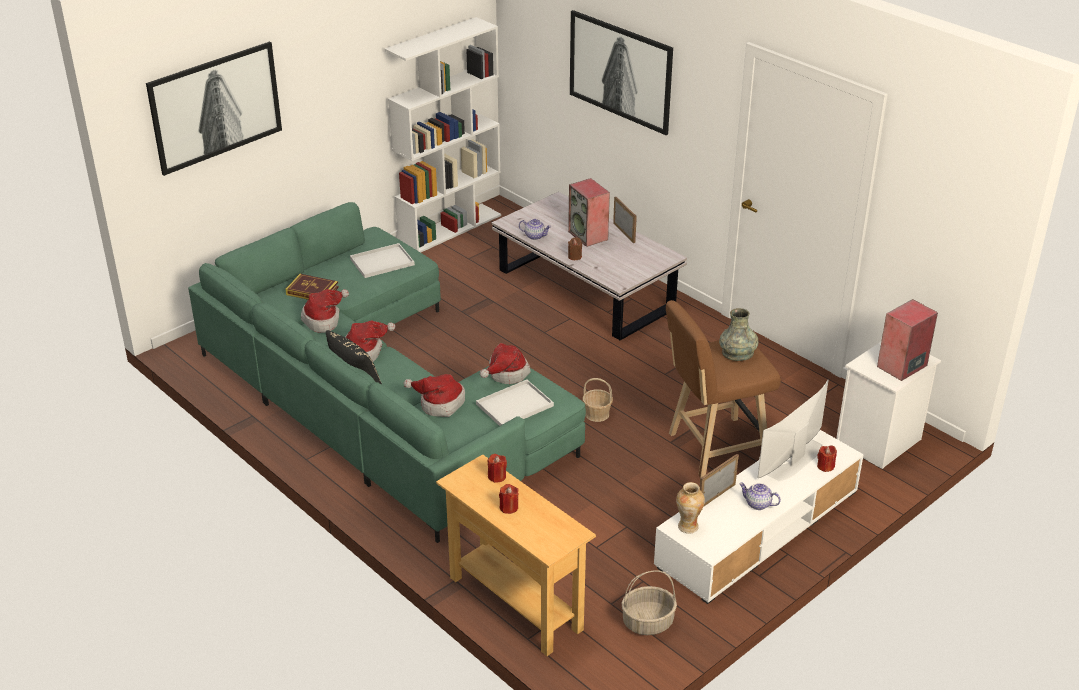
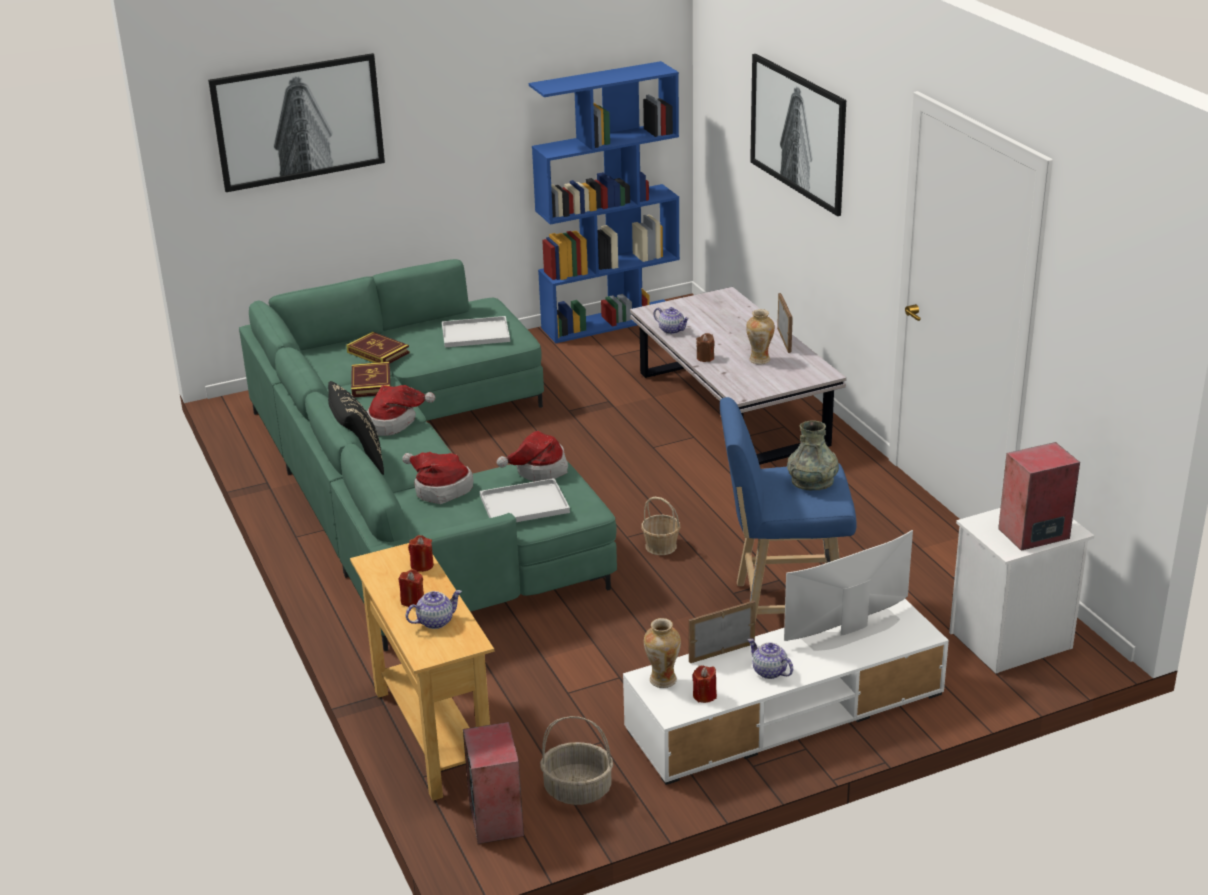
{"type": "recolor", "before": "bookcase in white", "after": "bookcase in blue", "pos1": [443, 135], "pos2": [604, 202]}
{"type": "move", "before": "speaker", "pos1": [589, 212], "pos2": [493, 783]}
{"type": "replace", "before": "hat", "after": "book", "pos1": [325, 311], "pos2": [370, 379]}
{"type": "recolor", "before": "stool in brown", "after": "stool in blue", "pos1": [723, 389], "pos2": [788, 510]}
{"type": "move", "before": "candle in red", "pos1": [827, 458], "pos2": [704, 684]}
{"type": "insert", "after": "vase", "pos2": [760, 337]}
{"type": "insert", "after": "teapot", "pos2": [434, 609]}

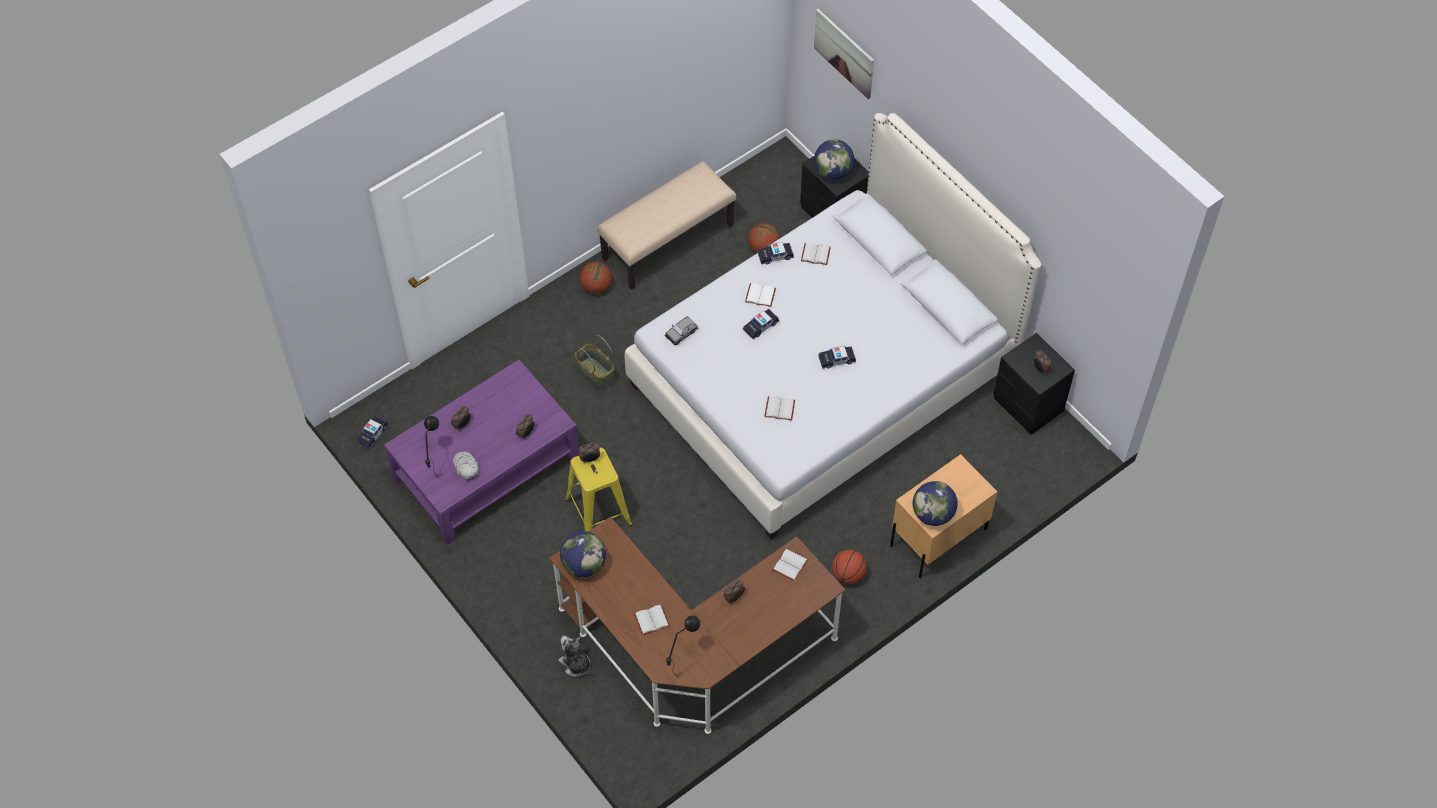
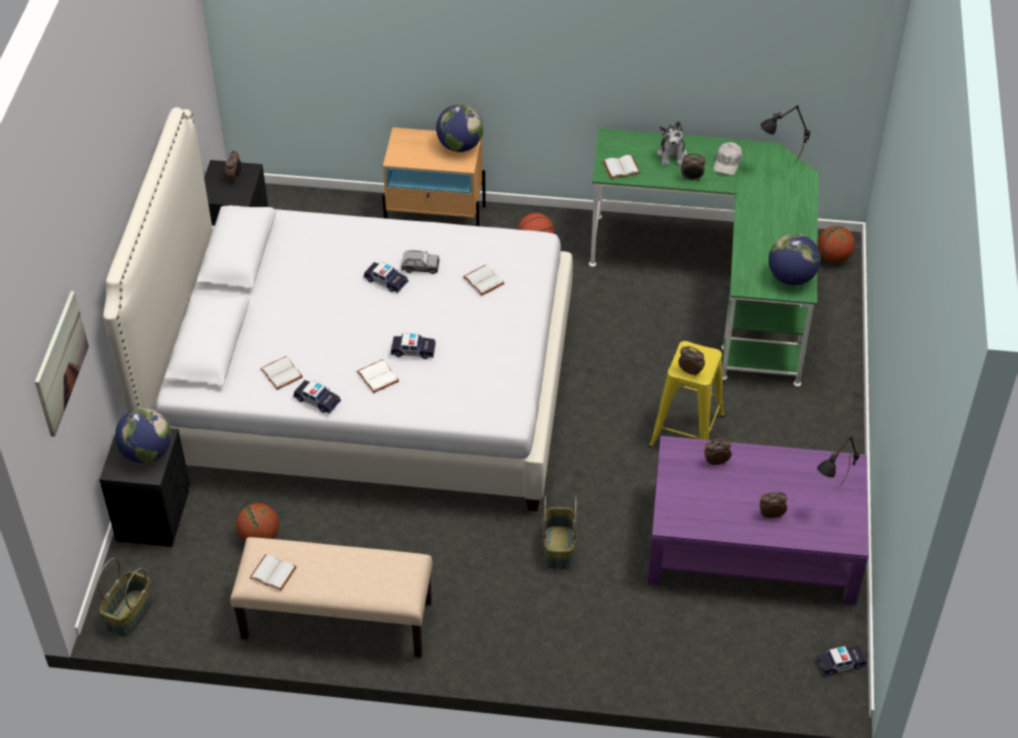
{"type": "move", "before": "basketball", "pos1": [596, 278], "pos2": [836, 244]}
{"type": "move", "before": "toy car in grey", "pos1": [681, 330], "pos2": [420, 262]}
{"type": "move", "before": "cap in white", "pos1": [466, 466], "pos2": [727, 158]}
{"type": "recolor", "before": "desk in brown", "after": "desk in green", "pos1": [697, 625], "pos2": [703, 258]}
{"type": "move", "before": "book in white", "pos1": [652, 620], "pos2": [273, 572]}
{"type": "move", "before": "plush toy", "pos1": [575, 656], "pos2": [672, 143]}
{"type": "insert", "after": "basket", "pos2": [125, 597]}

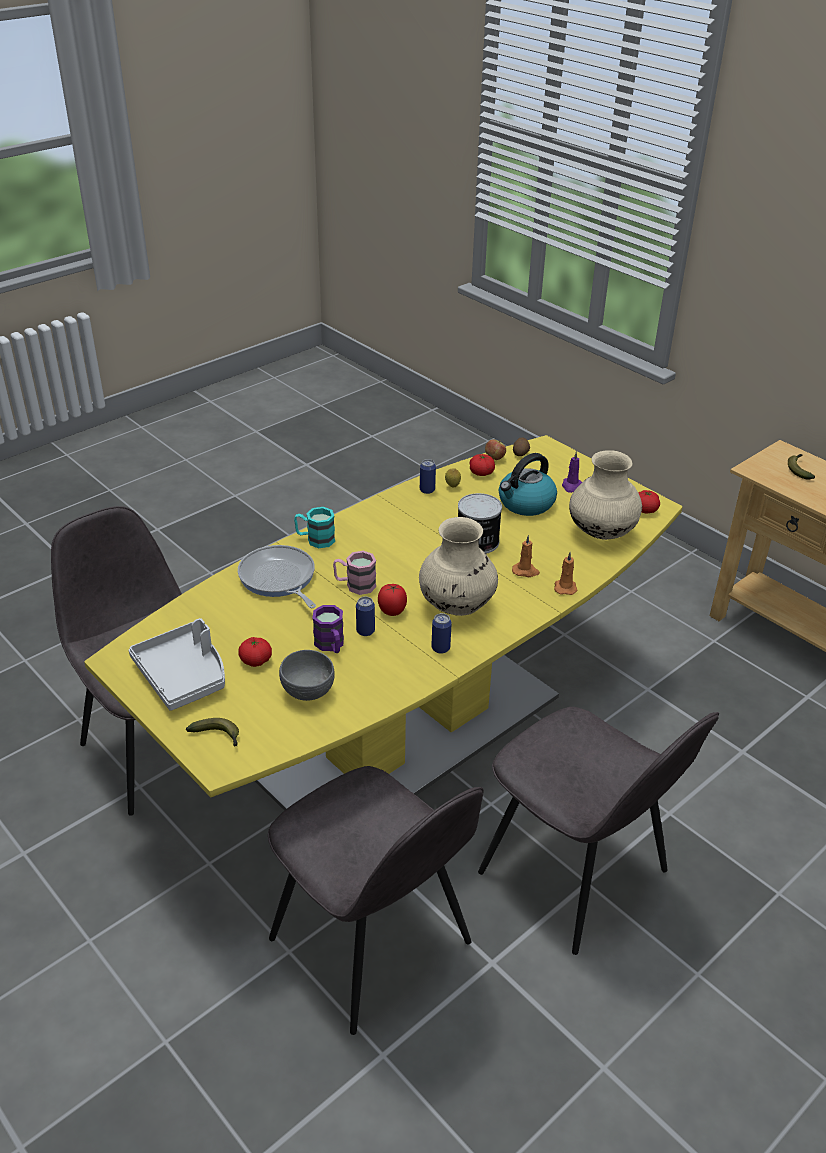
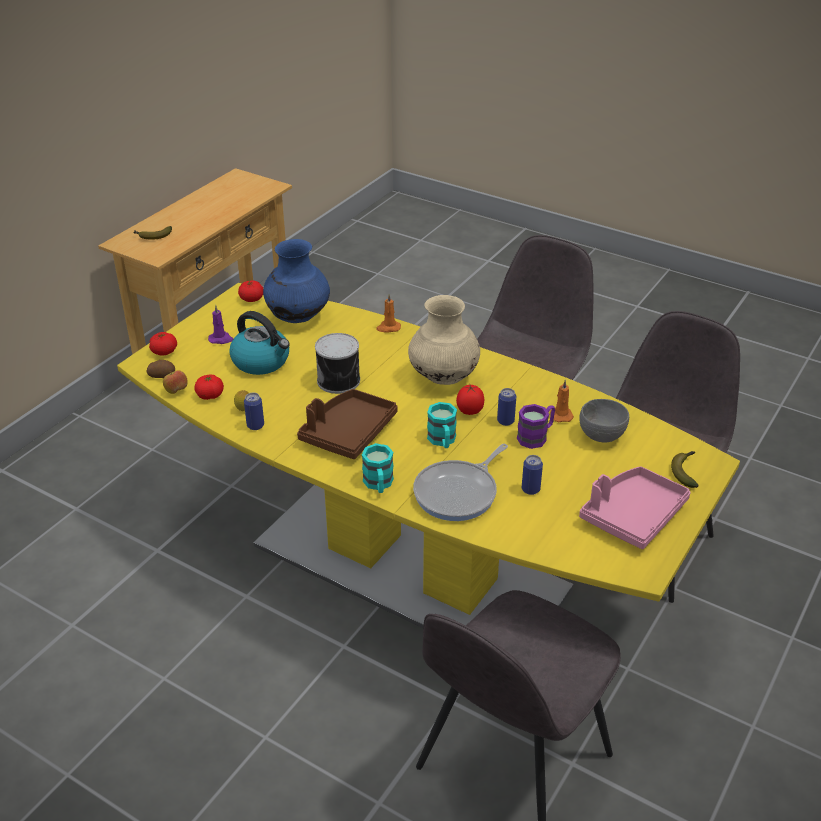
{"type": "recolor", "before": "vase in beige", "after": "vase in blue", "pos1": [605, 495], "pos2": [296, 281]}
{"type": "move", "before": "candle in orange", "pos1": [526, 556], "pos2": [562, 401]}
{"type": "recolor", "before": "mug in pink", "after": "mug in turquoise", "pos1": [354, 573], "pos2": [442, 425]}
{"type": "move", "before": "can", "pos1": [441, 633], "pos2": [532, 475]}
{"type": "recolor", "before": "tray in grey", "after": "tray in pink", "pos1": [177, 664], "pos2": [635, 507]}
{"type": "move", "before": "tomato", "pos1": [255, 652], "pos2": [163, 343]}
{"type": "insert", "after": "tray in brown", "pos2": [347, 424]}

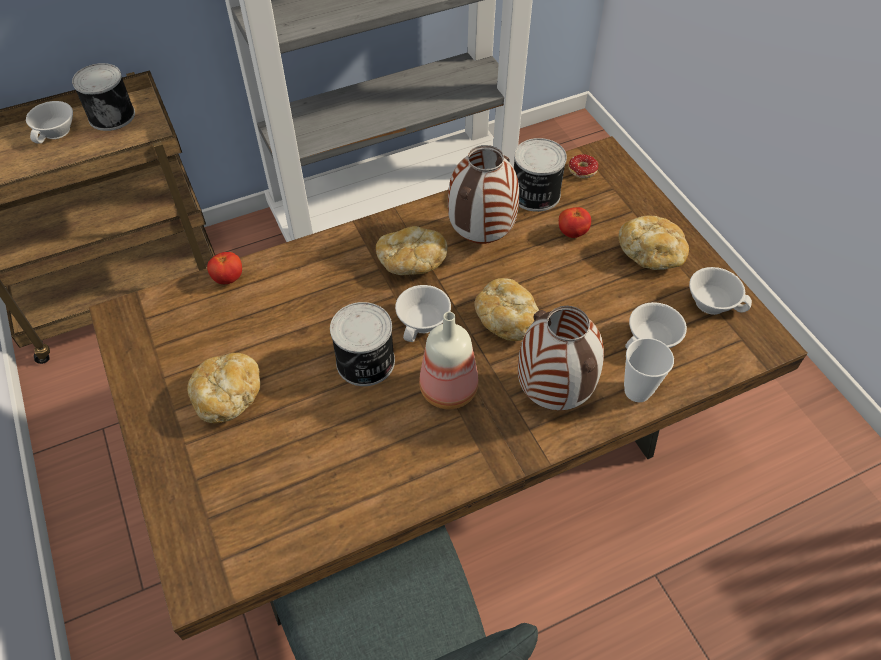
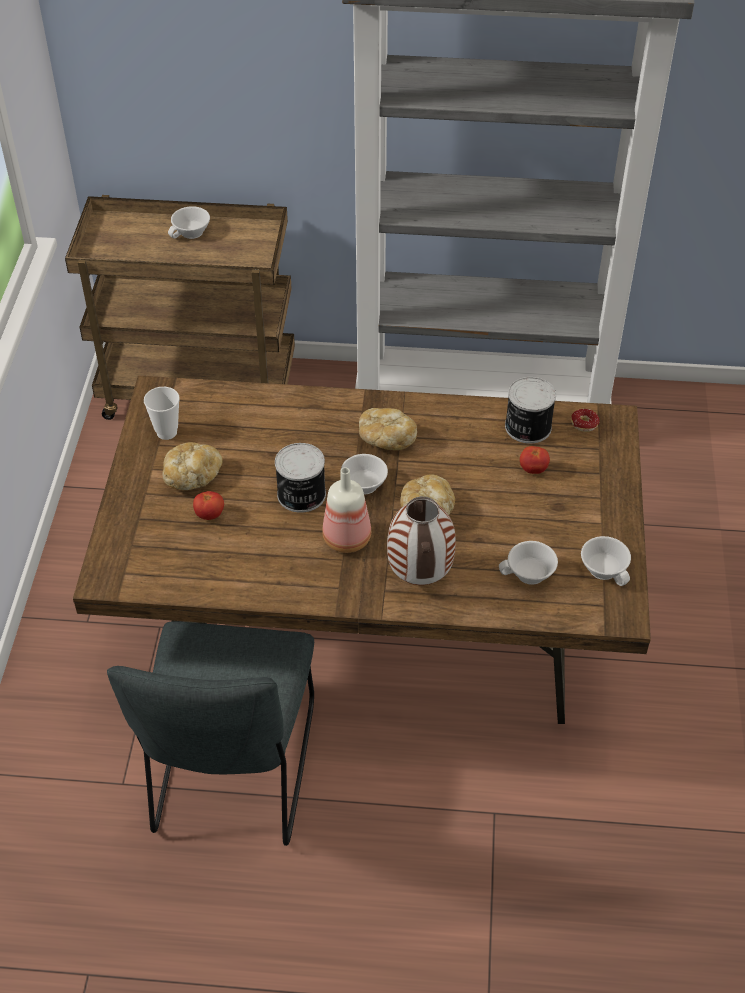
{"type": "delete", "before": "can", "pos1": [103, 97]}
{"type": "delete", "before": "vase", "pos1": [483, 194]}
{"type": "delete", "before": "bread", "pos1": [653, 242]}
{"type": "move", "before": "tomato", "pos1": [224, 268], "pos2": [208, 505]}
{"type": "move", "before": "cup", "pos1": [649, 370], "pos2": [162, 413]}

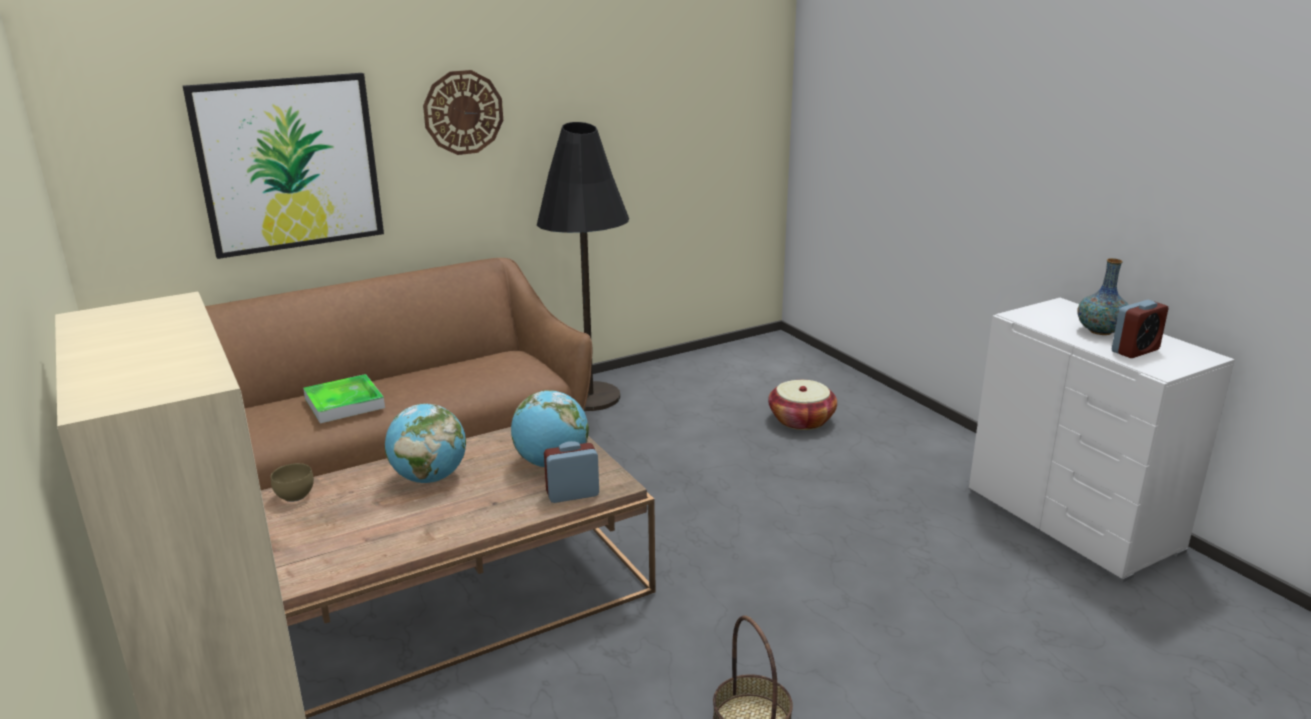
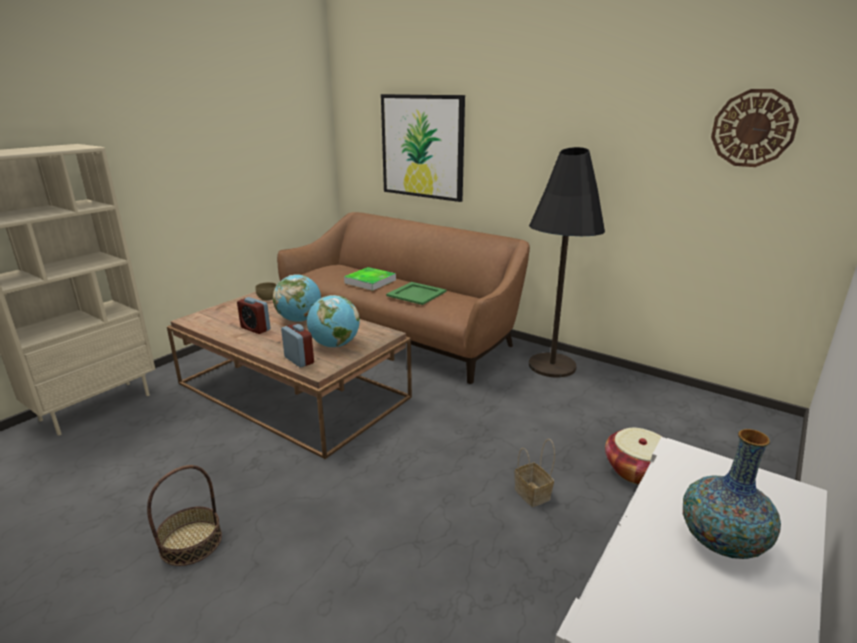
{"type": "move", "before": "wall clock", "pos1": [463, 112], "pos2": [755, 128]}
{"type": "move", "before": "alarm clock", "pos1": [1140, 329], "pos2": [253, 315]}
{"type": "insert", "after": "tray in green", "pos2": [416, 293]}
{"type": "insert", "after": "basket", "pos2": [535, 473]}

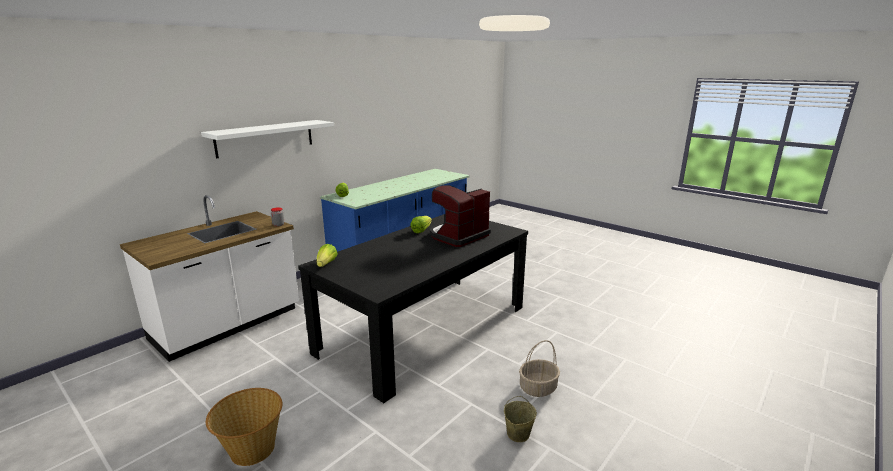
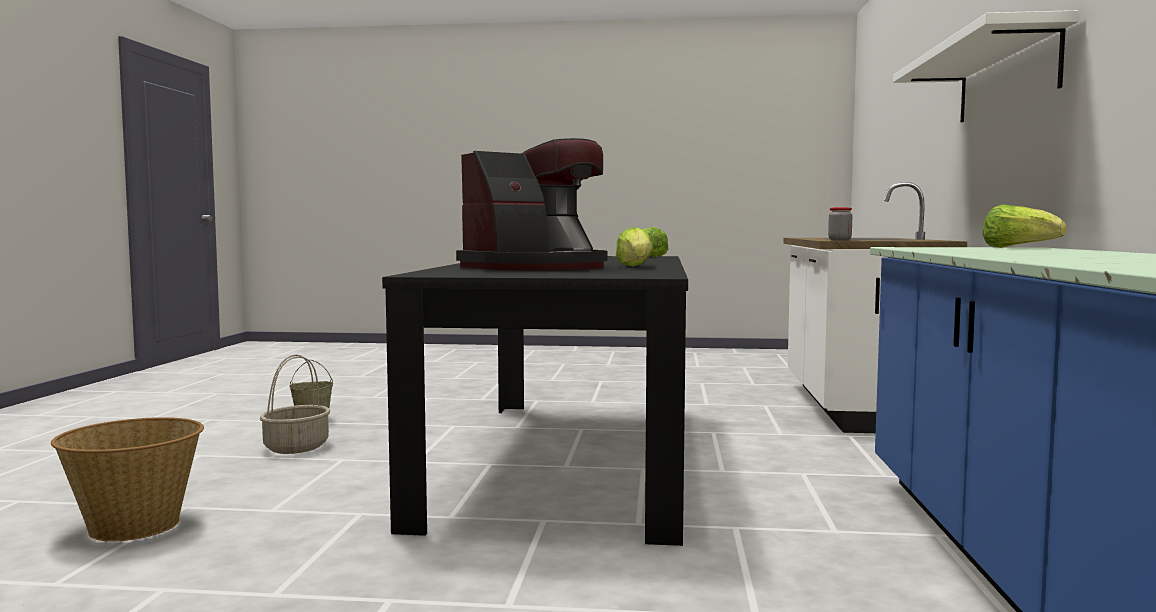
{"type": "rotate", "before": "coffee machine", "pos1": [460, 216], "pos2": [531, 204], "turn": 45}
{"type": "move", "before": "basket", "pos1": [244, 427], "pos2": [127, 479]}

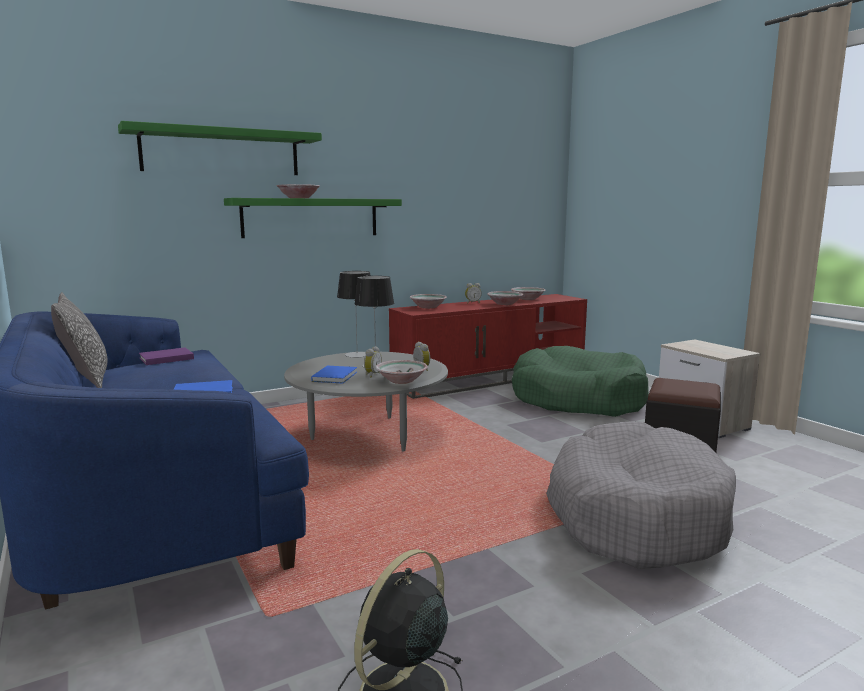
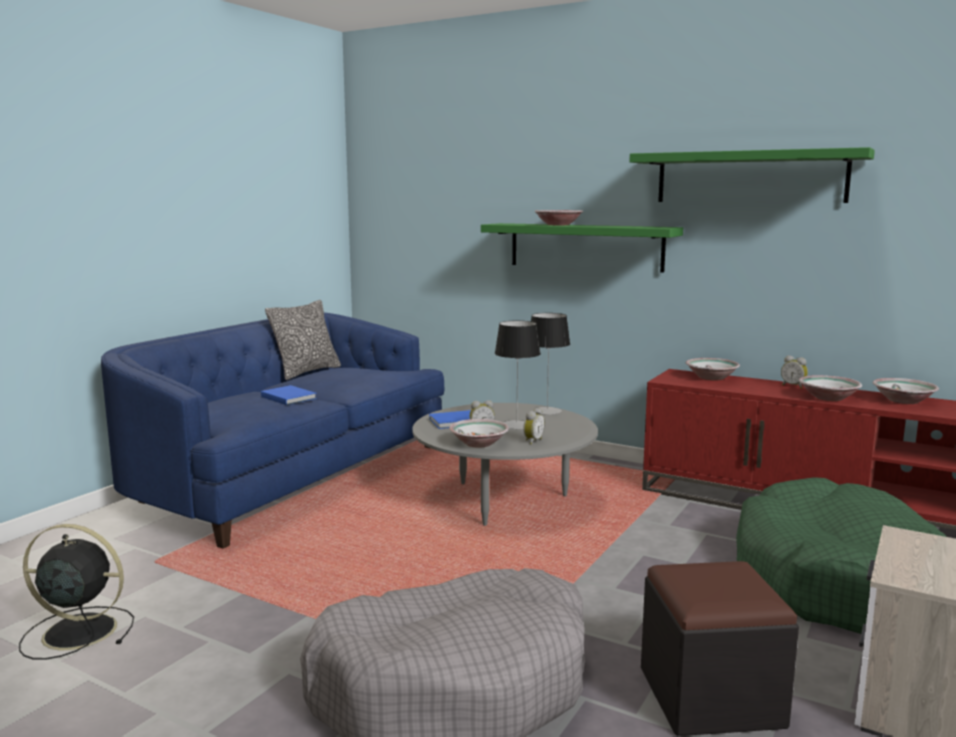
{"type": "move", "before": "shelf in green", "pos1": [220, 148], "pos2": [752, 175]}
{"type": "delete", "before": "book in purple", "pos1": [166, 356]}

